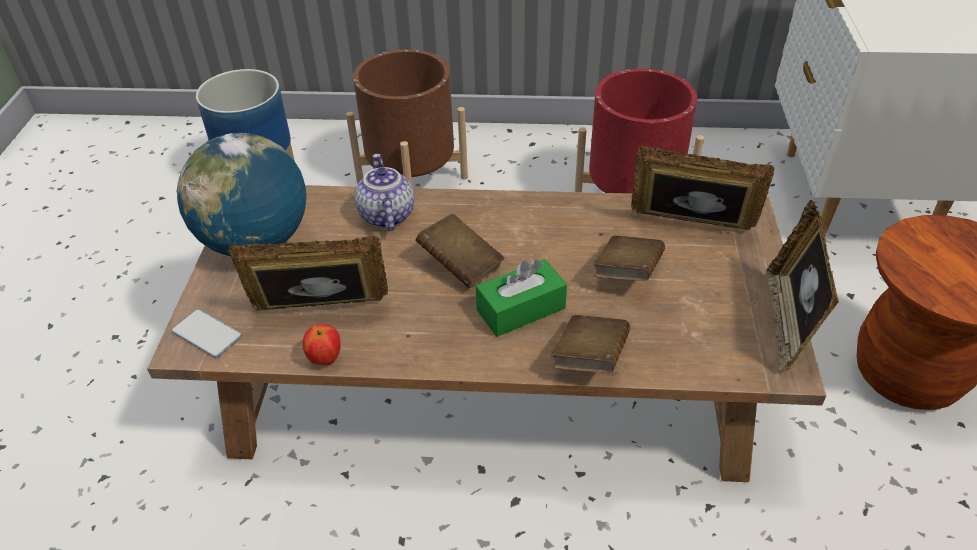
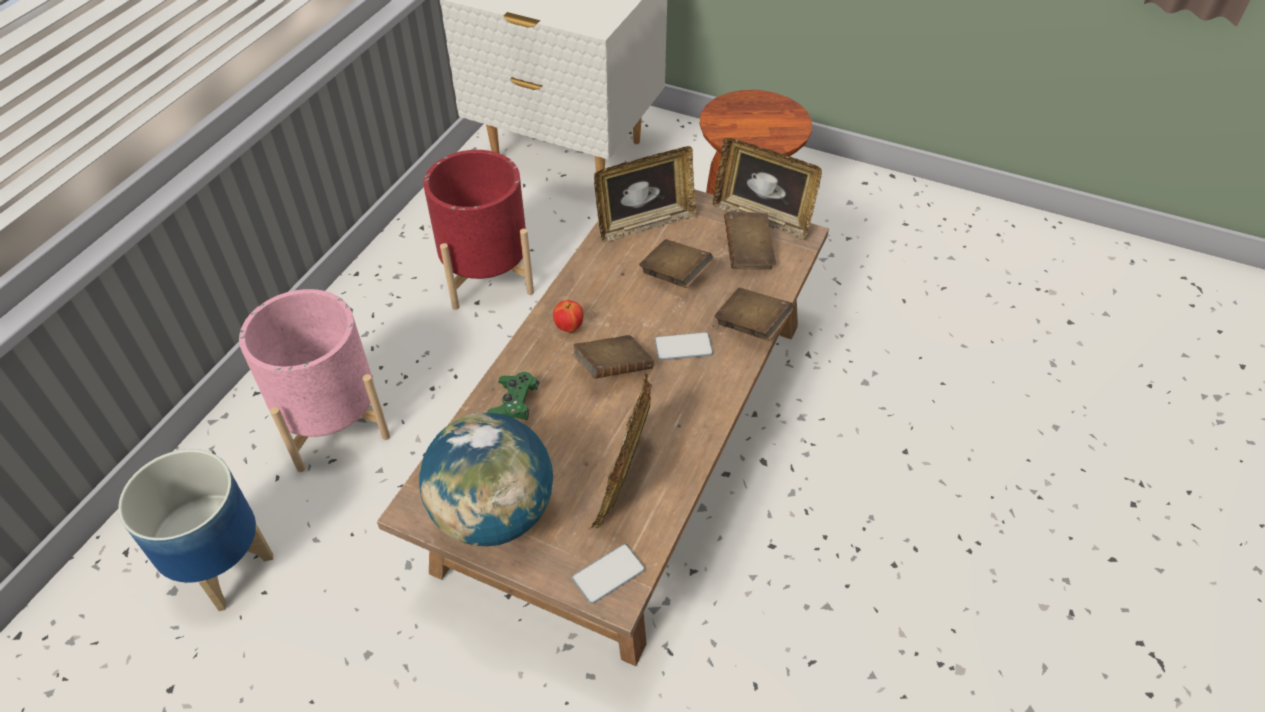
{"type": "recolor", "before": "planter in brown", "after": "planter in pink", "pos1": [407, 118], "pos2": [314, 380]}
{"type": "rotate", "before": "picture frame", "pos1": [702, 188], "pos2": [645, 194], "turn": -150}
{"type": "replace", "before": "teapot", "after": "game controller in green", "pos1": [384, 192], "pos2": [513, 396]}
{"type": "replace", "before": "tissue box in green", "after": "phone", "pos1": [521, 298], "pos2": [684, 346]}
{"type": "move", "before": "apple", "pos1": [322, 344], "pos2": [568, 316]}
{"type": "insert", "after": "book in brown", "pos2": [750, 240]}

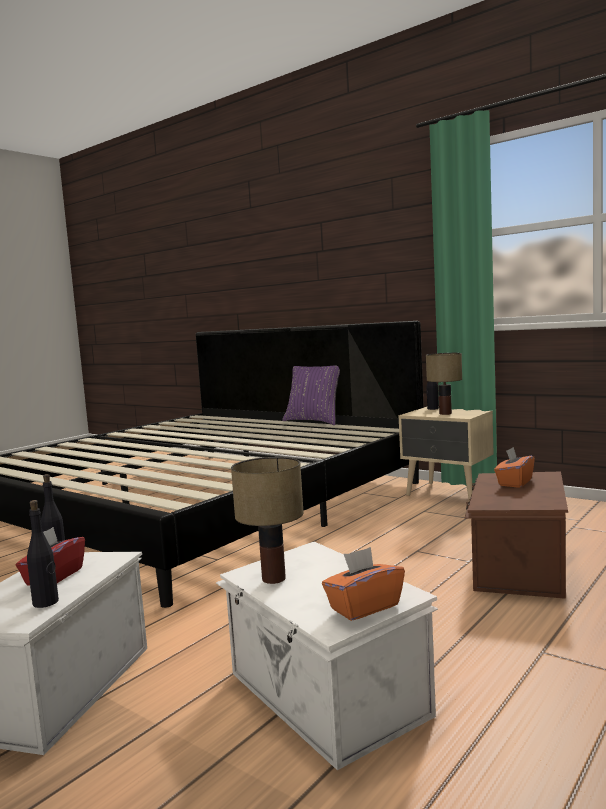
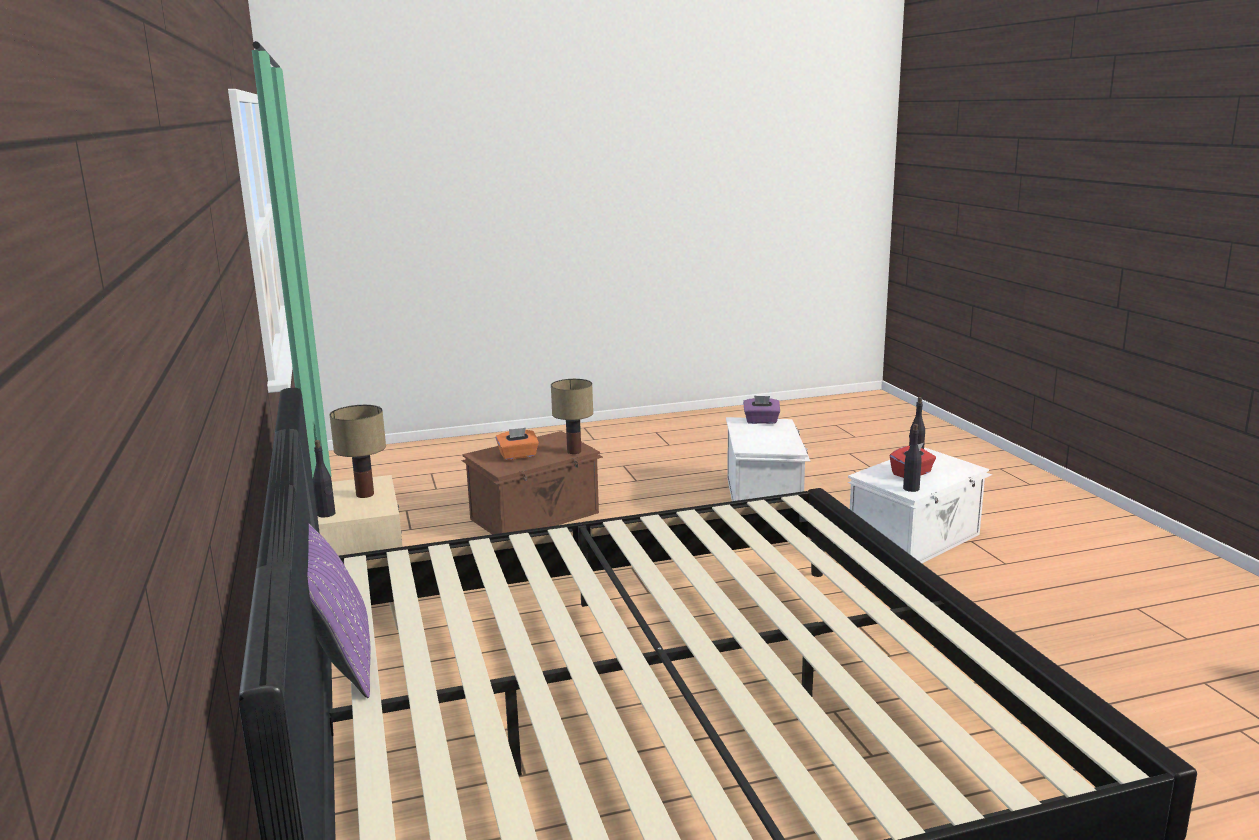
{"type": "move", "before": "table lamp", "pos1": [267, 520], "pos2": [572, 416]}
{"type": "recolor", "before": "tissue box in orange", "after": "tissue box in purple", "pos1": [363, 584], "pos2": [761, 409]}

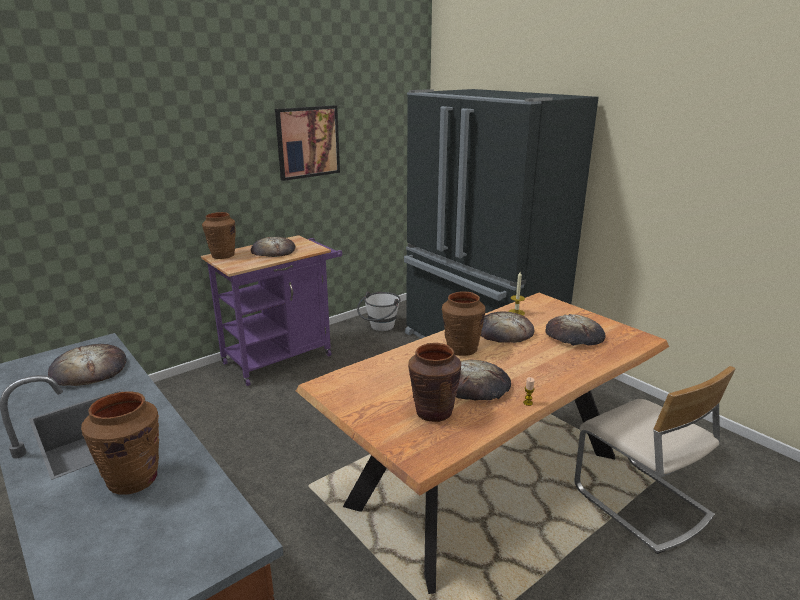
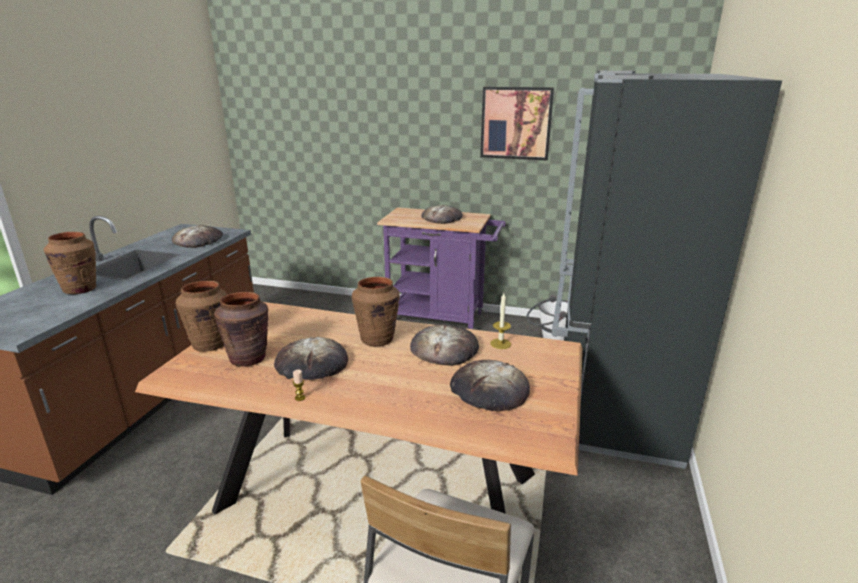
{"type": "move", "before": "vase in brown", "pos1": [219, 235], "pos2": [201, 316]}

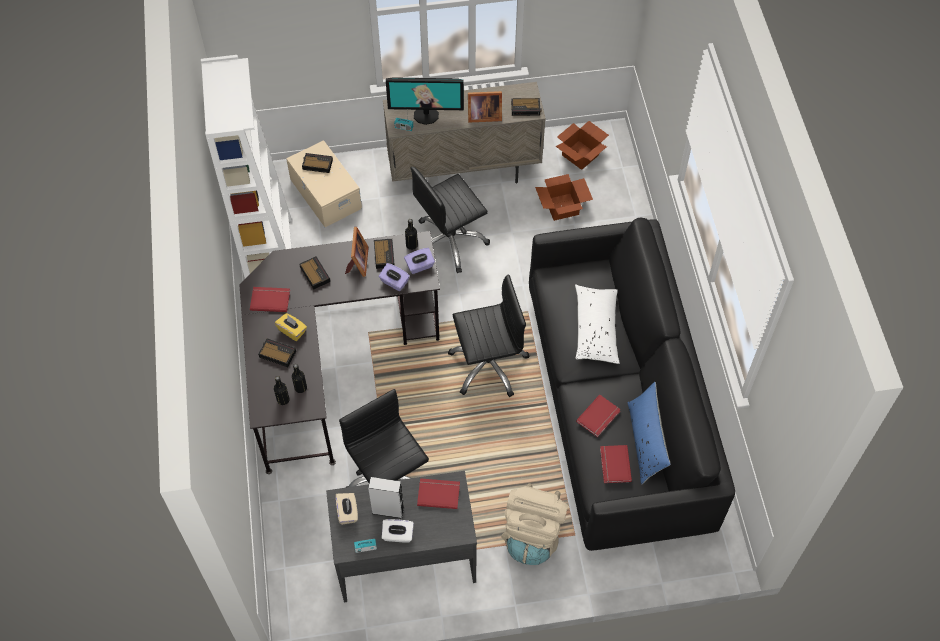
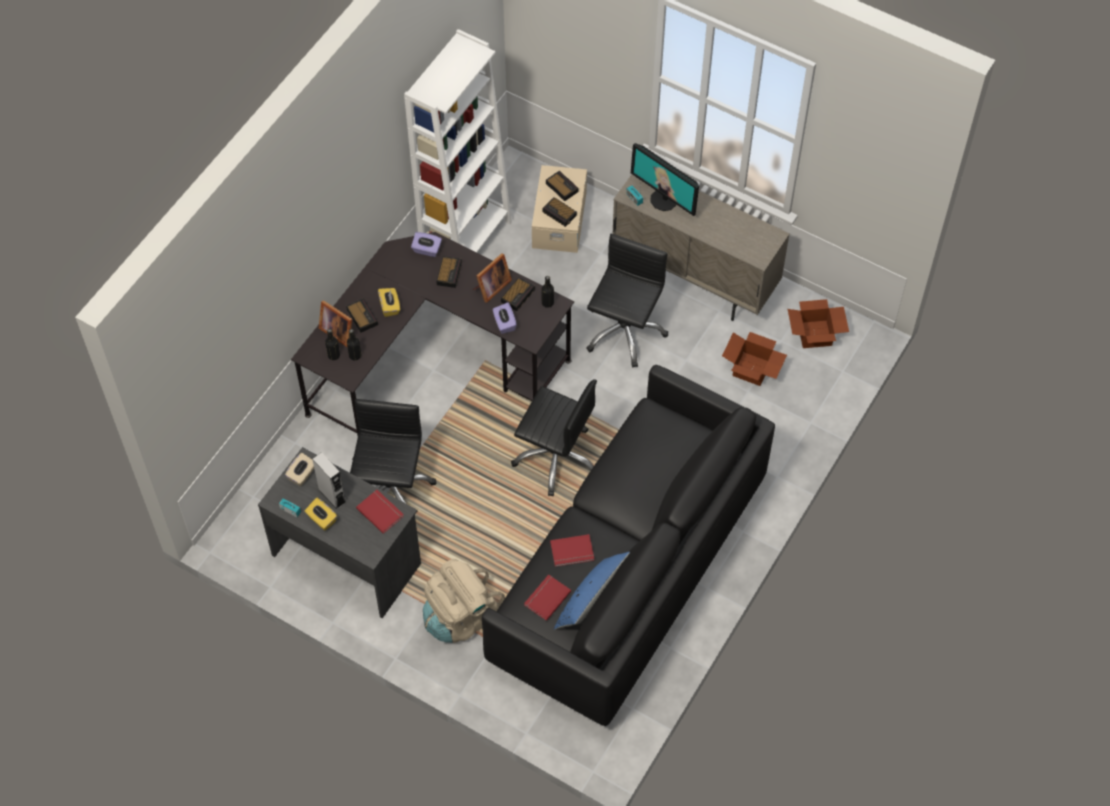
{"type": "move", "before": "picture frame", "pos1": [485, 107], "pos2": [335, 323]}
{"type": "move", "before": "alarm clock", "pos1": [526, 107], "pos2": [559, 212]}
{"type": "rotate", "before": "office chair in black", "pos1": [450, 219], "pos2": [627, 301], "turn": 105}
{"type": "move", "before": "tissue box in purple", "pos1": [419, 261], "pos2": [426, 244]}
{"type": "delete", "before": "pillow in white", "pos1": [597, 324]}
{"type": "delete", "before": "book in red", "pos1": [270, 299]}
{"type": "recolor", "before": "tissue box in white", "after": "tissue box in yellow", "pos1": [398, 531], "pos2": [321, 514]}

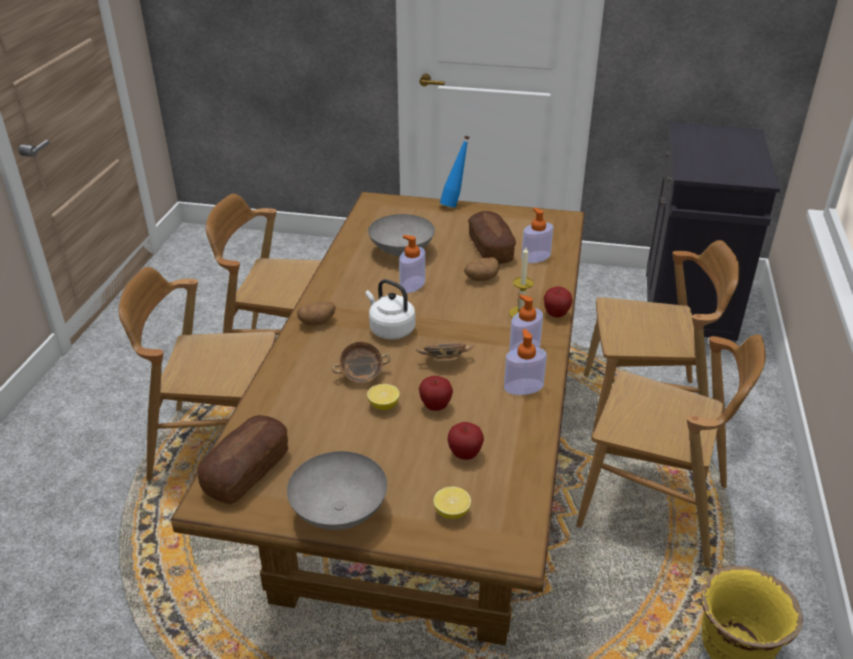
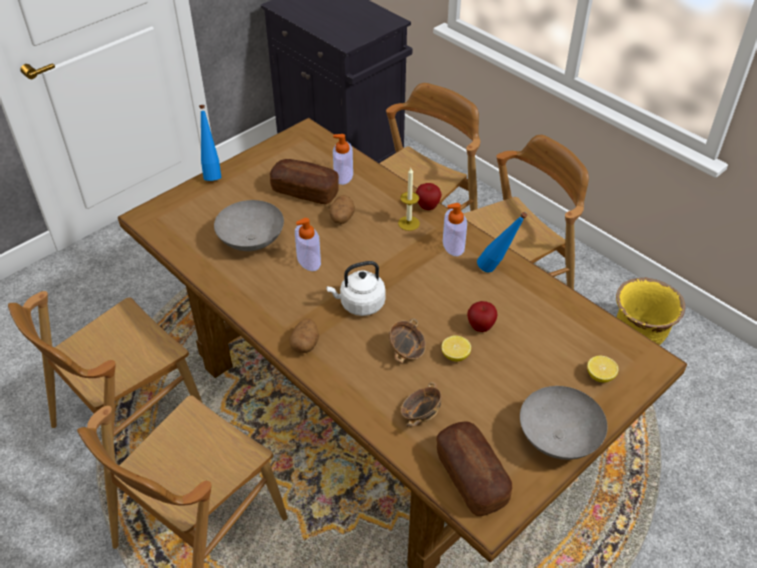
{"type": "replace", "before": "soap dispenser", "after": "bottle in blue", "pos1": [525, 362], "pos2": [502, 242]}
{"type": "move", "before": "bowl", "pos1": [445, 352], "pos2": [421, 404]}
{"type": "delete", "before": "apple", "pos1": [466, 441]}

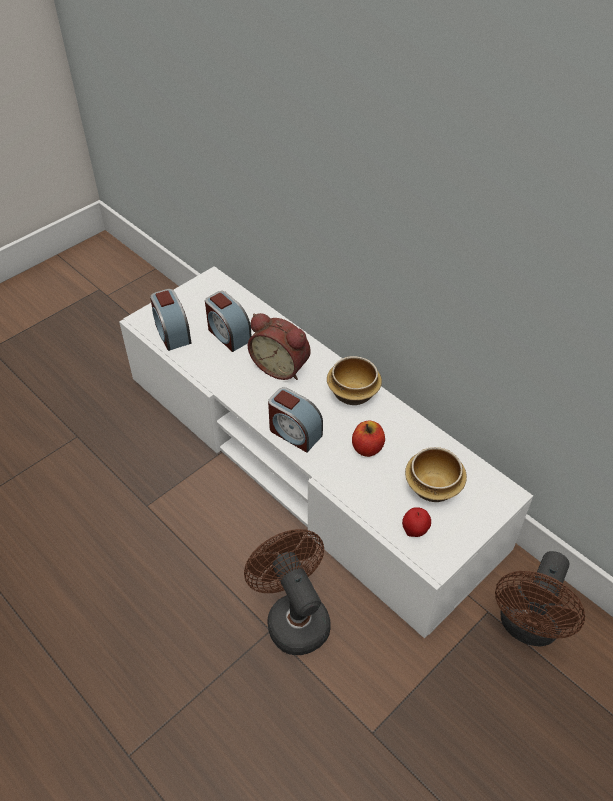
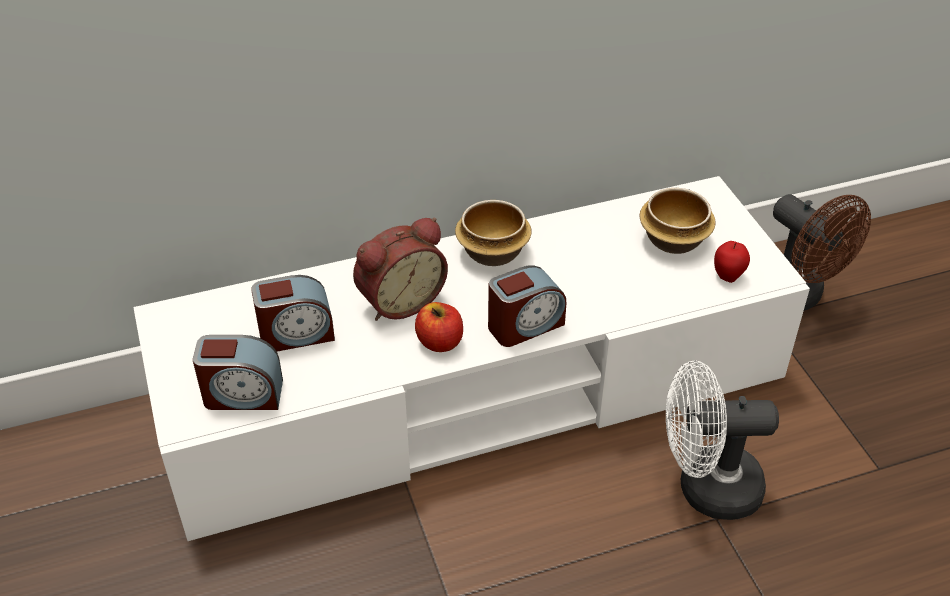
{"type": "move", "before": "apple", "pos1": [368, 439], "pos2": [439, 327]}
{"type": "recolor", "before": "fan in brown", "after": "fan in white", "pos1": [287, 592], "pos2": [722, 440]}

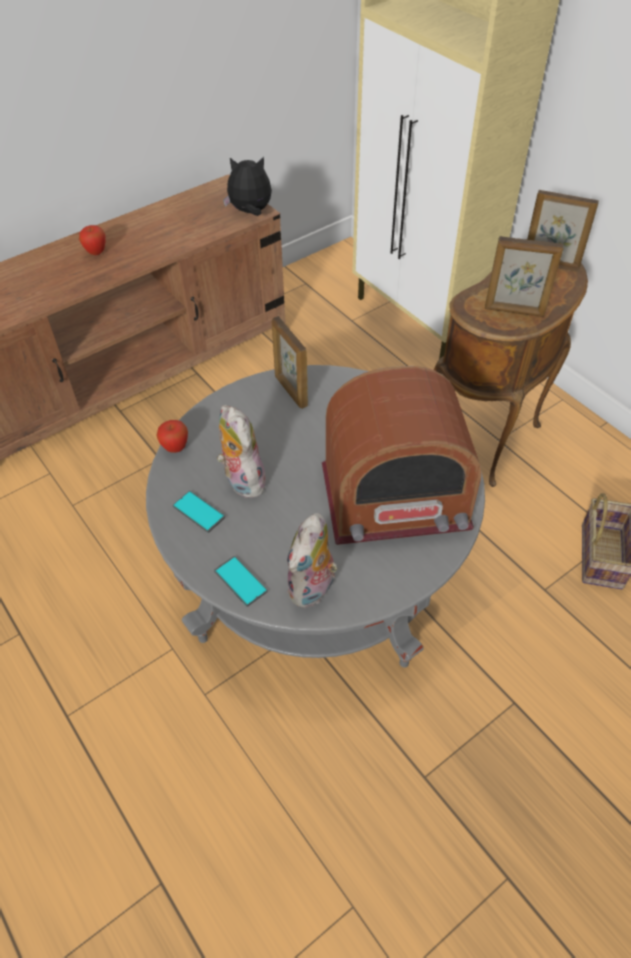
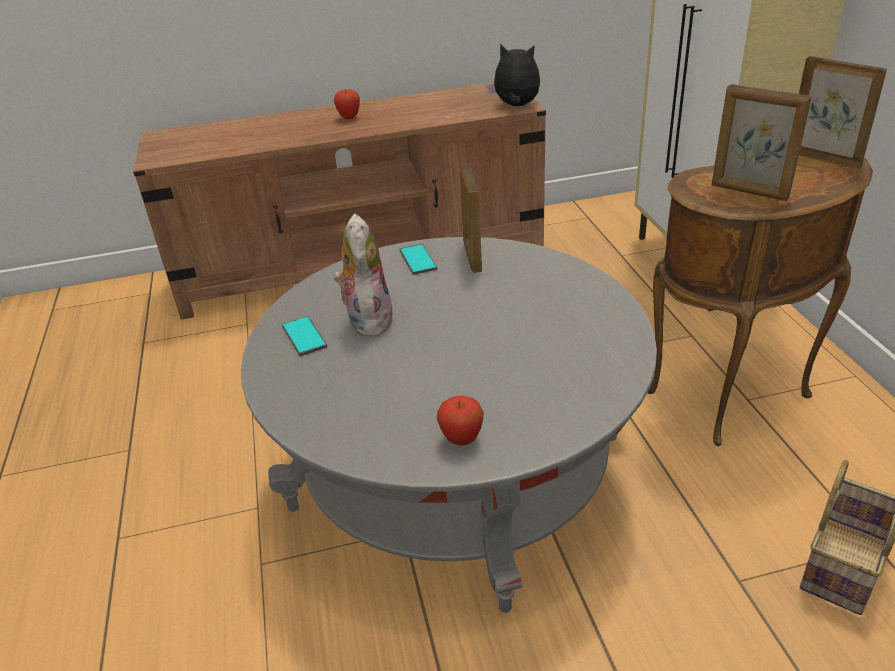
{"type": "delete", "before": "radio", "pos1": [402, 455]}
{"type": "move", "before": "apple", "pos1": [172, 436], "pos2": [460, 421]}
{"type": "delete", "before": "plush toy", "pos1": [312, 560]}
{"type": "move", "before": "phone", "pos1": [241, 581], "pos2": [418, 259]}

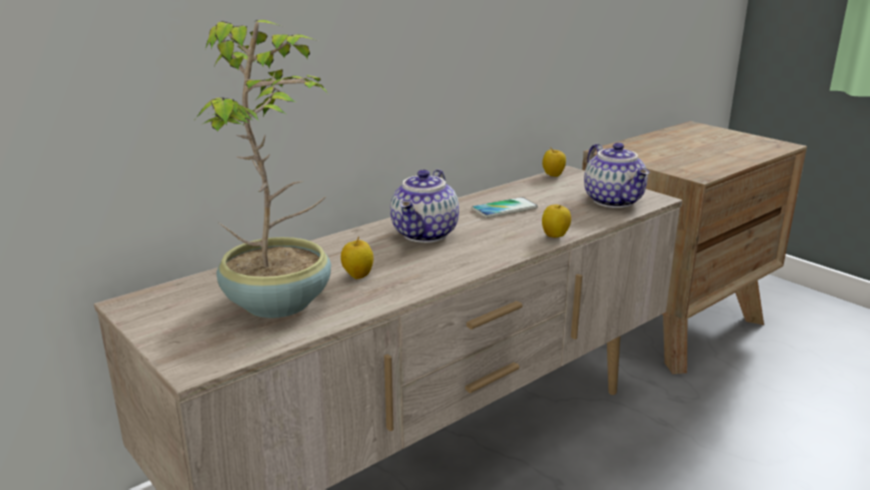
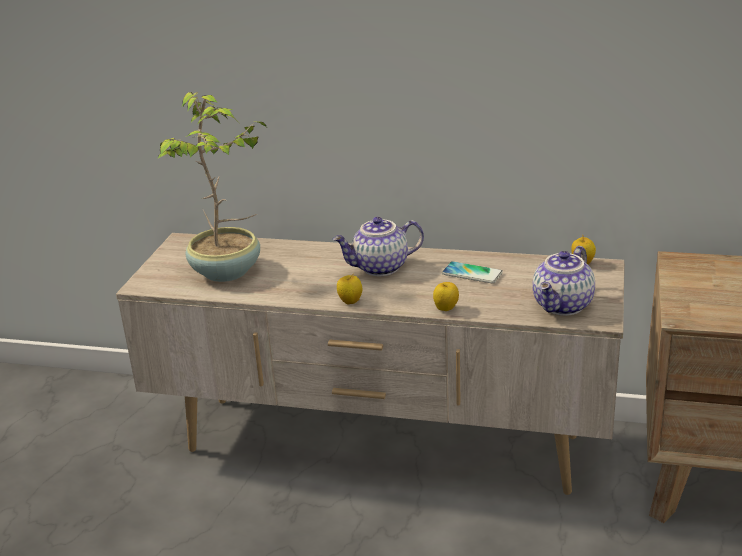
{"type": "move", "before": "apple", "pos1": [357, 257], "pos2": [349, 288]}

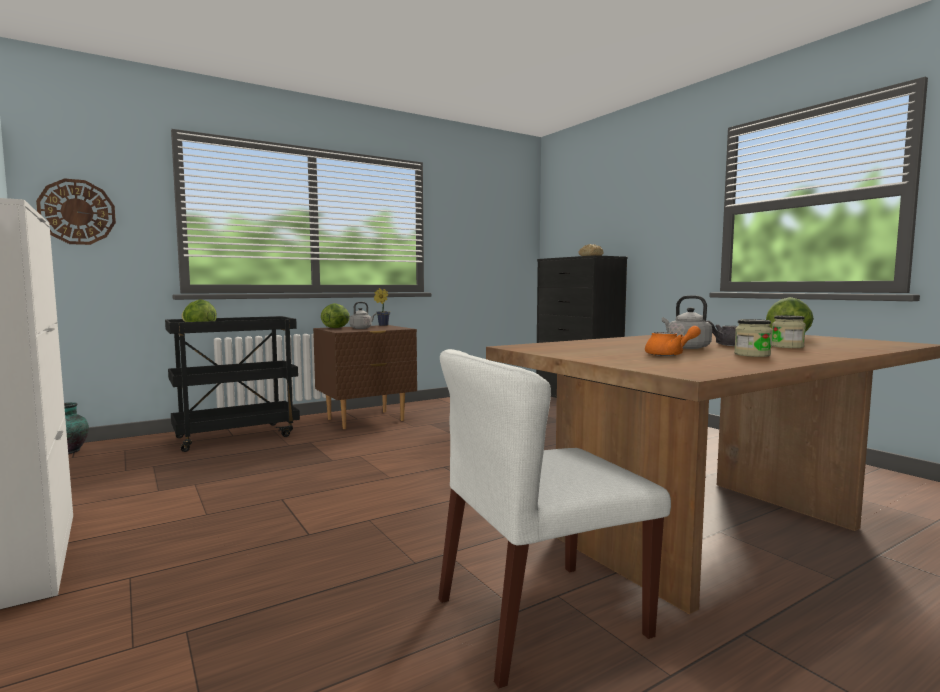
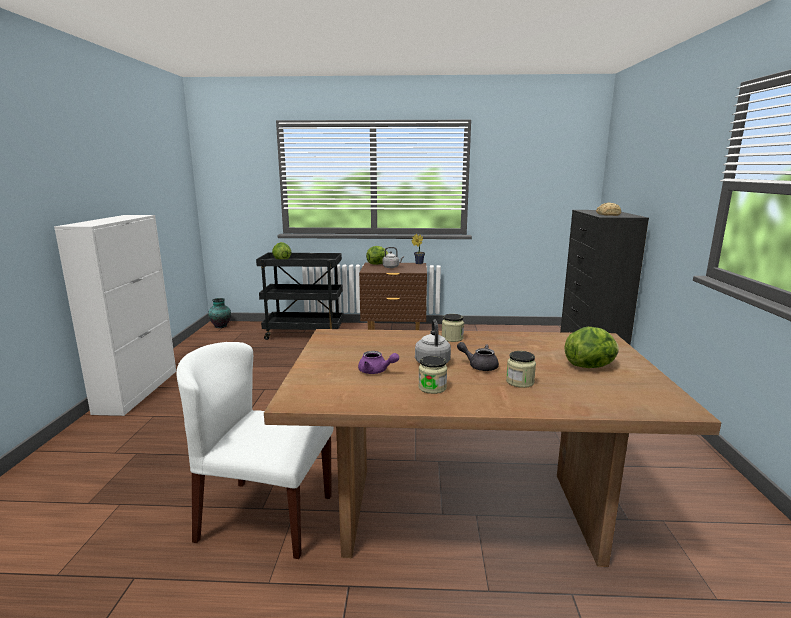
{"type": "delete", "before": "wall clock", "pos1": [76, 211]}
{"type": "recolor", "before": "teapot in orange", "after": "teapot in purple", "pos1": [673, 341], "pos2": [378, 362]}
{"type": "insert", "after": "jar", "pos2": [453, 328]}

